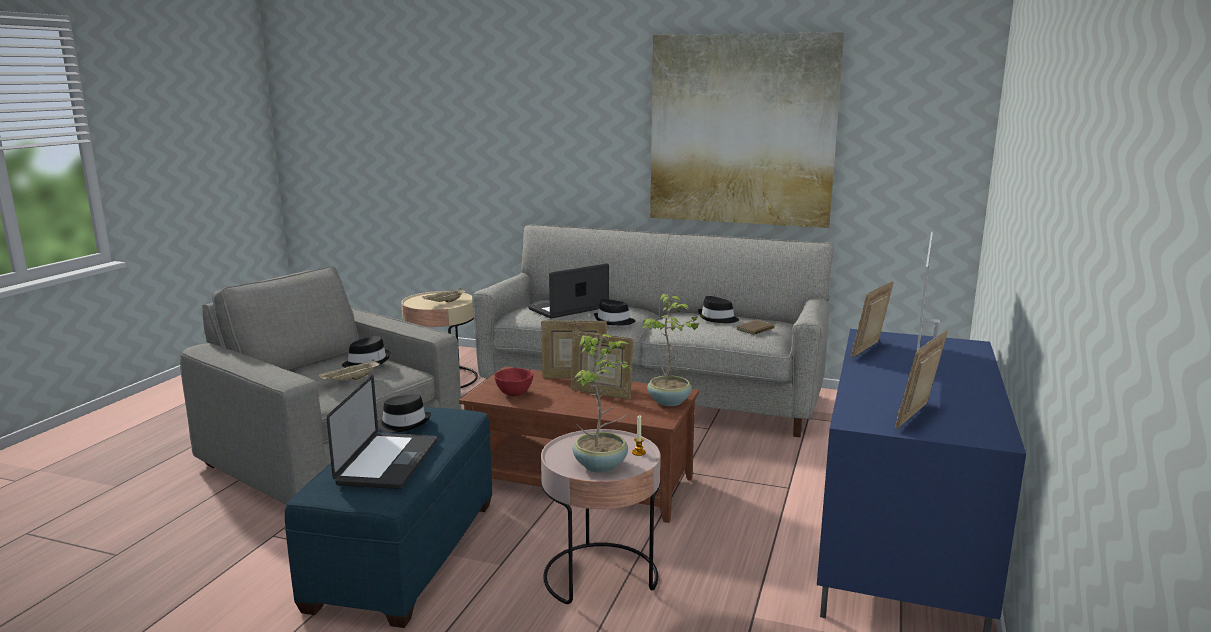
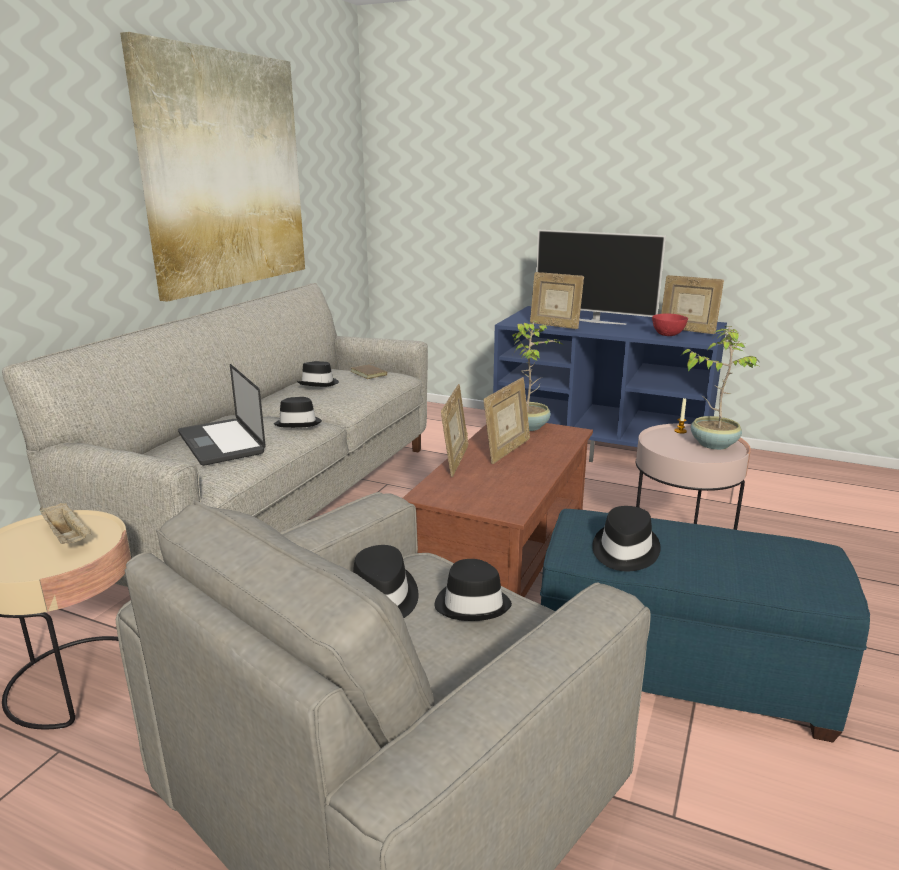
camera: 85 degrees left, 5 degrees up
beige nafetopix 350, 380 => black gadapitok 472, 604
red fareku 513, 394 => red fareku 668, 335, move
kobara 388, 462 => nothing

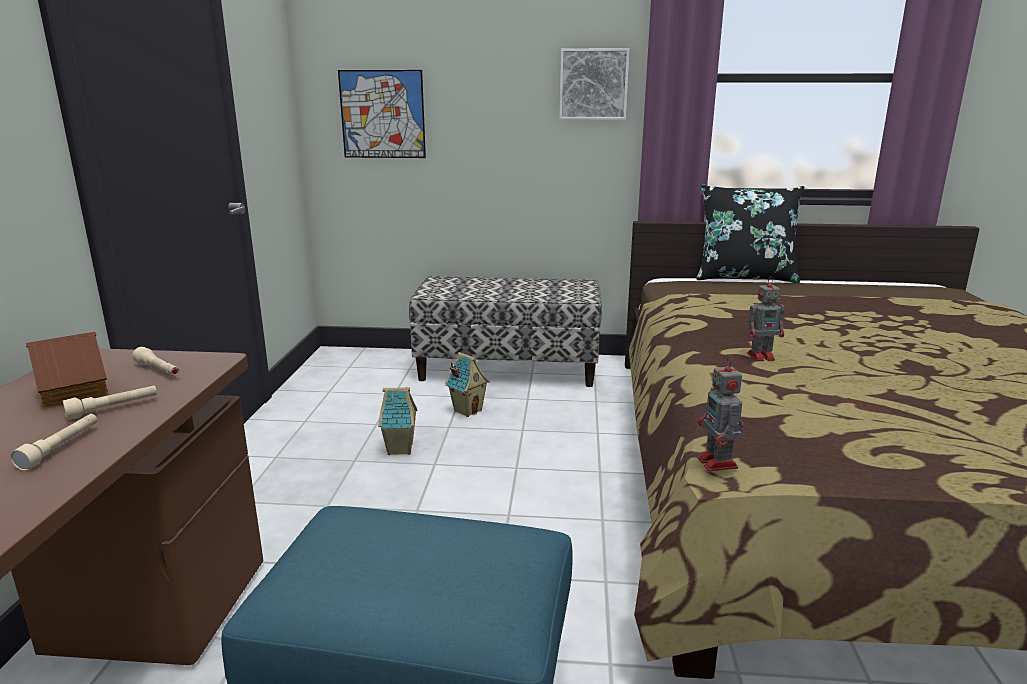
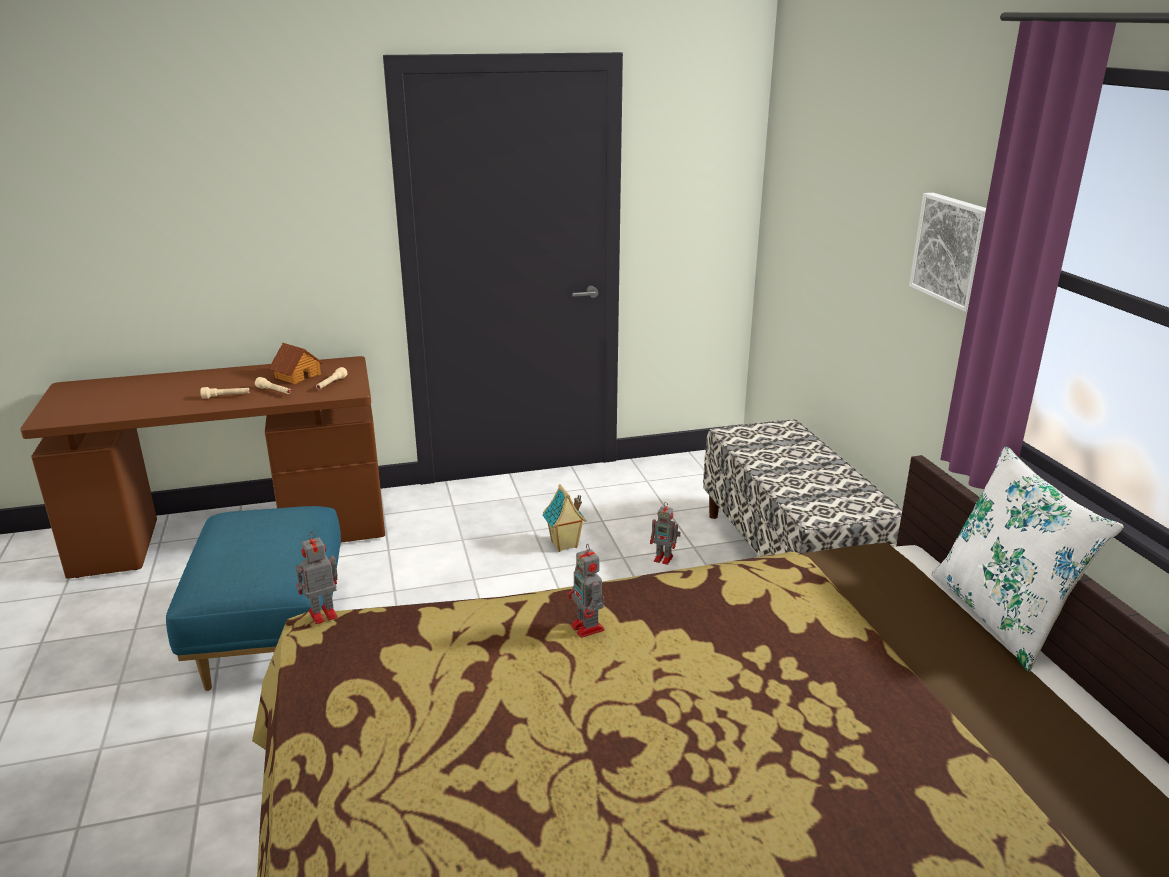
camera: 70 degrees right, 5 degrees up
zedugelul 467, 410 => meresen 664, 559
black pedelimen 744, 277 => white pedelimen 1001, 616
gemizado 382, 114 => nothing

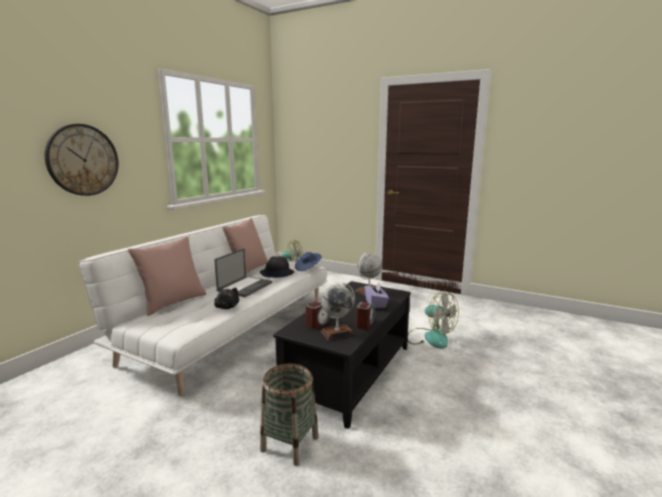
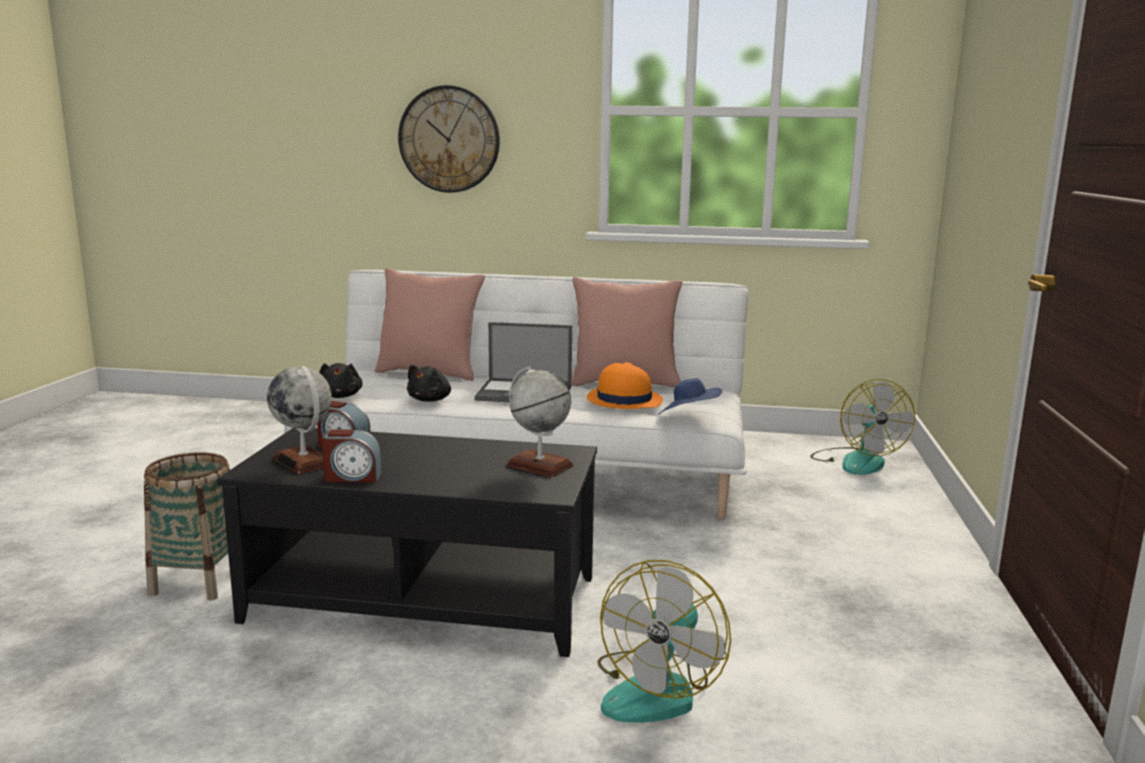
camera: 70 degrees right, 0 degrees up
nothing => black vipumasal 341, 396
black gadapitok 276, 273 => orange gadapitok 623, 400
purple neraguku 376, 304 => nothing

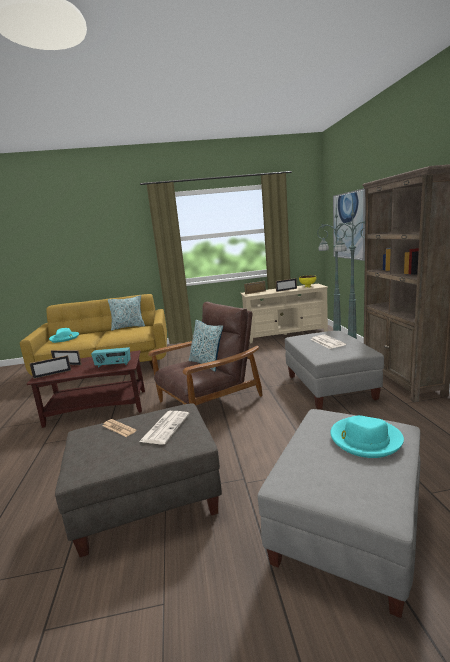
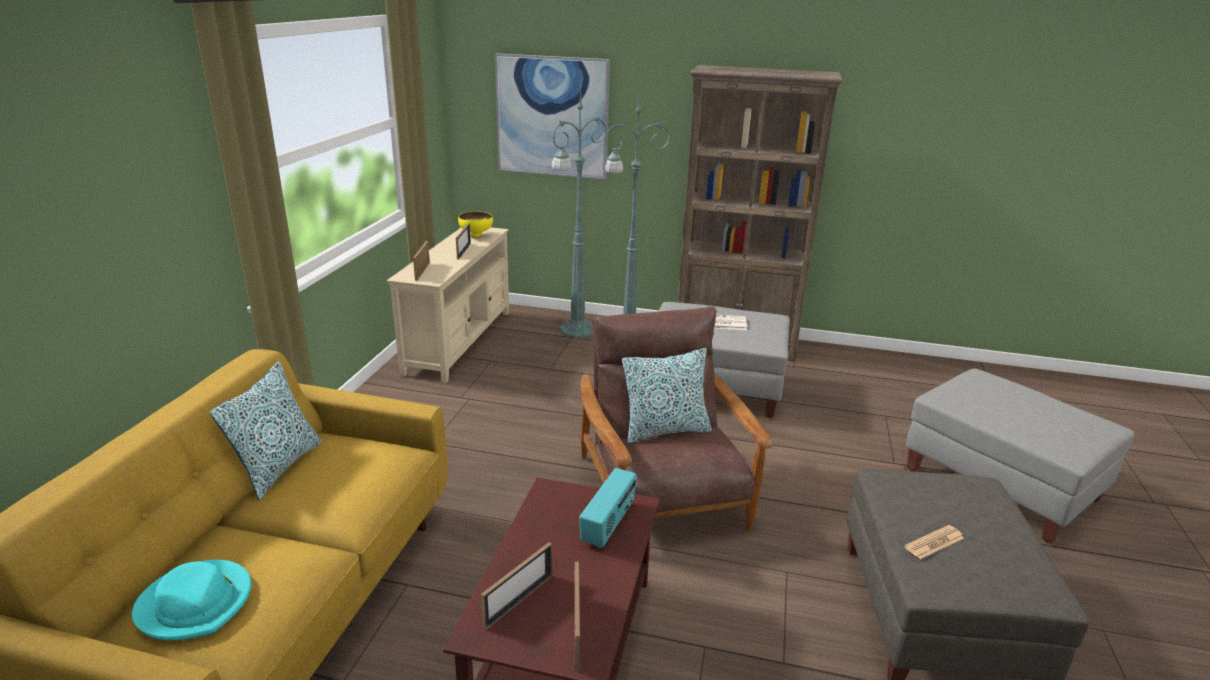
camera: 70 degrees left, 10 degrees up
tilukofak 165, 427 => nothing
turquoise gadapitok 364, 439 => nothing

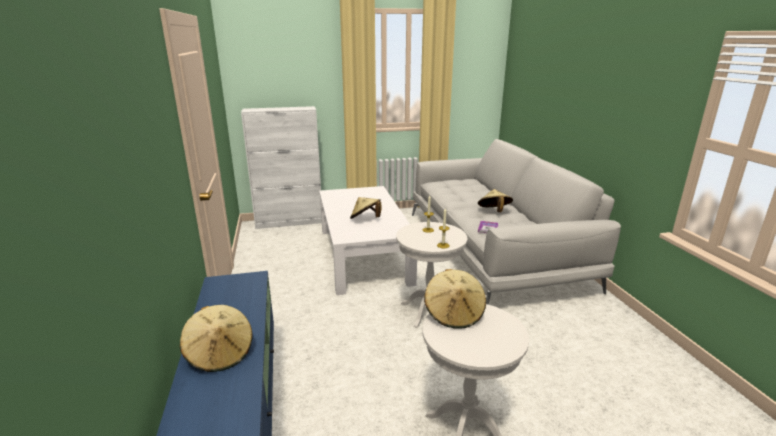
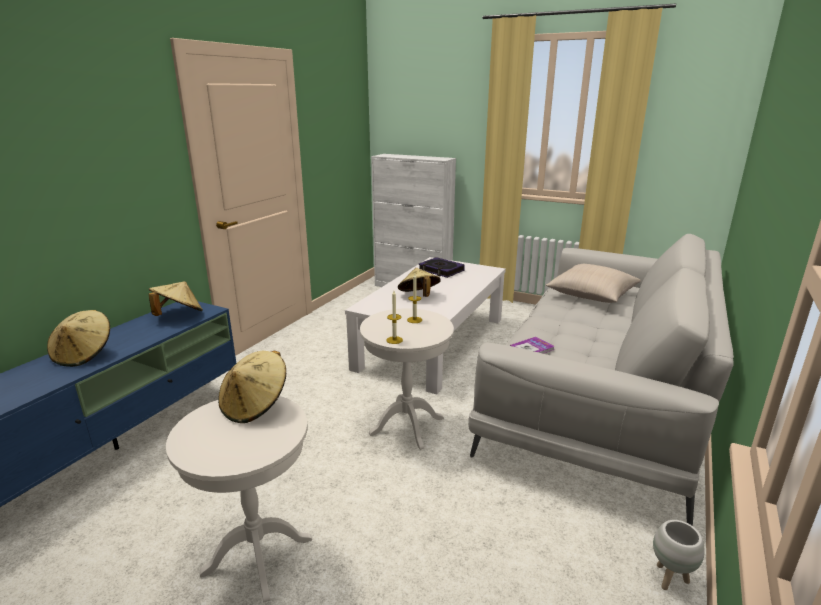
camera: 40 degrees right, 0 degrees up
beige gadapitok 494, 211 => beige gadapitok 178, 315, move
nothing => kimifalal 441, 270
nothing => beige pedelimen 591, 295
nothing => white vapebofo 670, 579

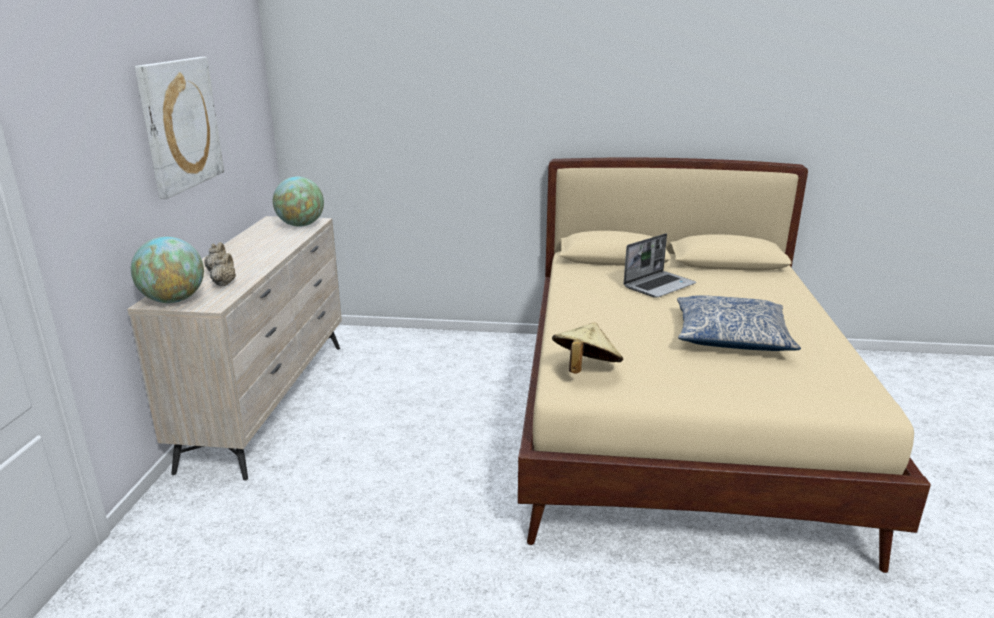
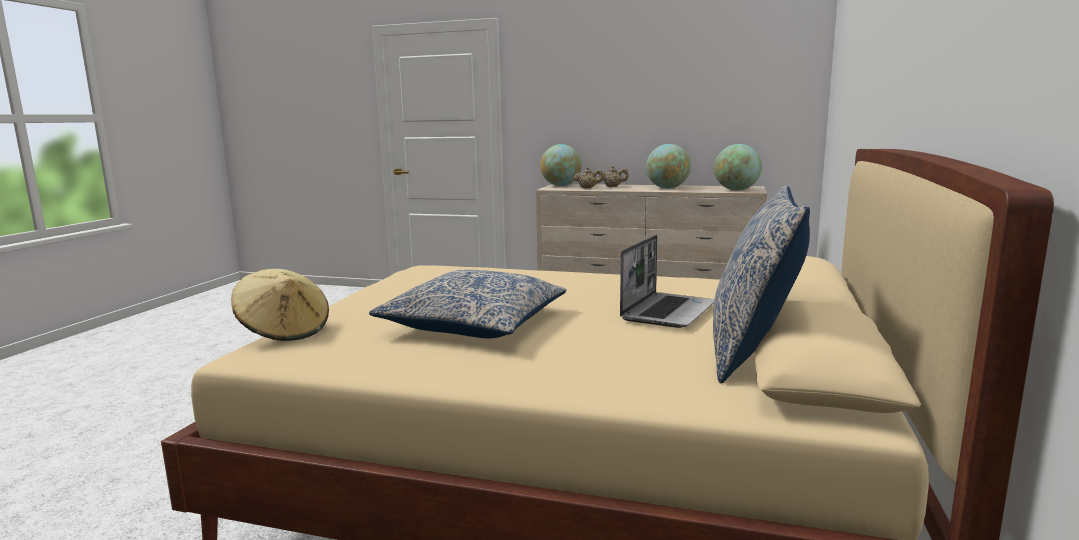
camera: 100 degrees right, 10 degrees down
beige gadapitok 585, 369 => beige gadapitok 284, 331, move
kobara 659, 285 => kobara 667, 311, 120 degrees counterclockwise
nothing => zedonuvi 667, 188
nothing => pedelimen 751, 353
gemizado 180, 124 => nothing

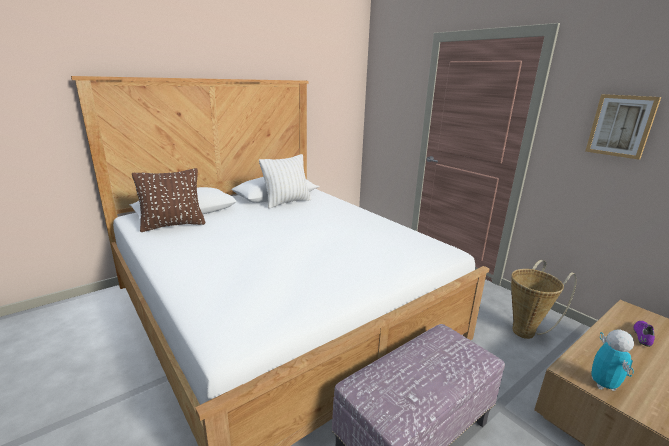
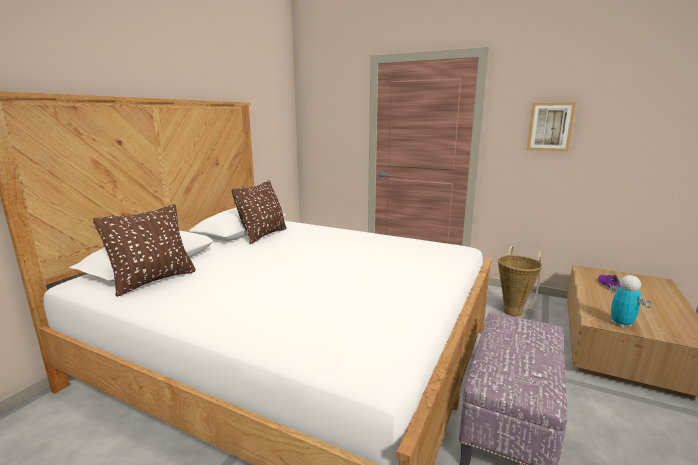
camera: 25 degrees left, 5 degrees down
white pedelimen 287, 202 => brown pedelimen 263, 235

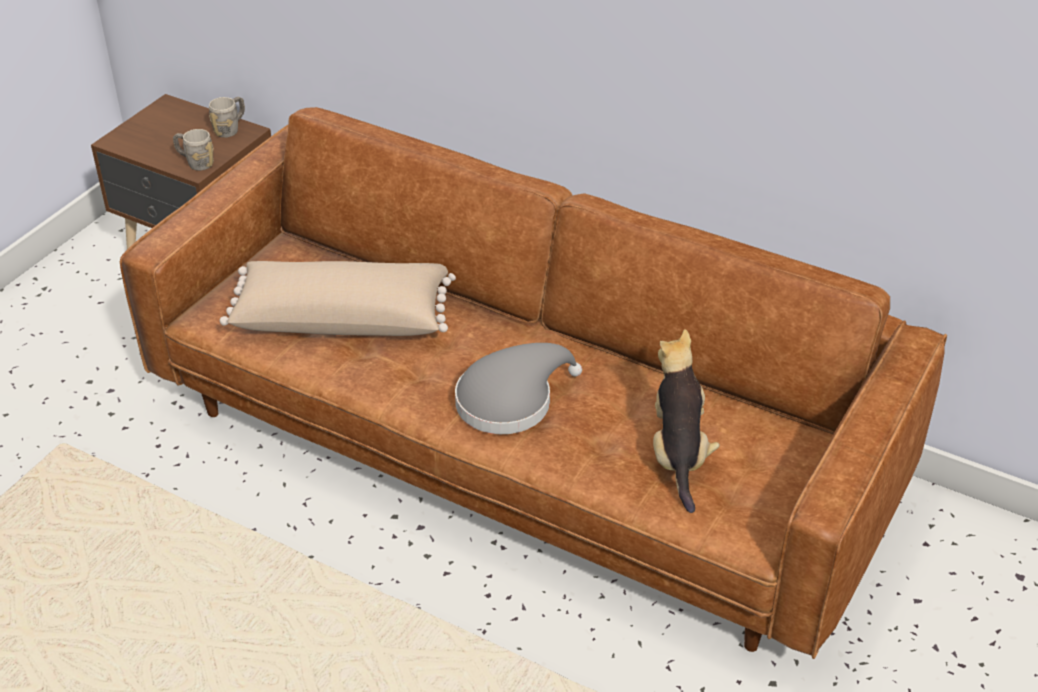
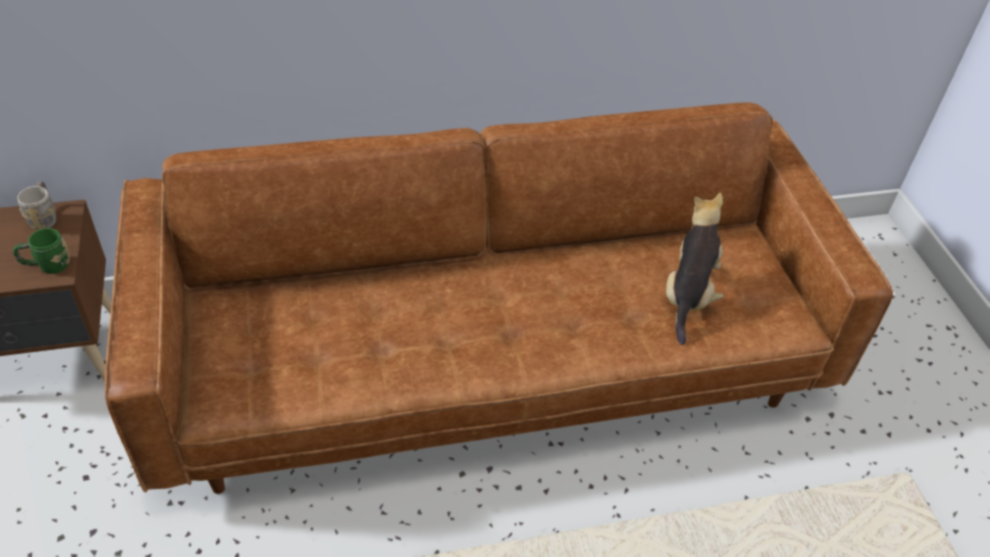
camera: 45 degrees left, 5 degrees up
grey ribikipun 195, 163 => green ribikipun 47, 266
vipumasal 678, 454 => vipumasal 688, 295, 60 degrees clockwise
beige pedelimen 343, 317 => nothing
grey gadapitok 510, 400 => nothing

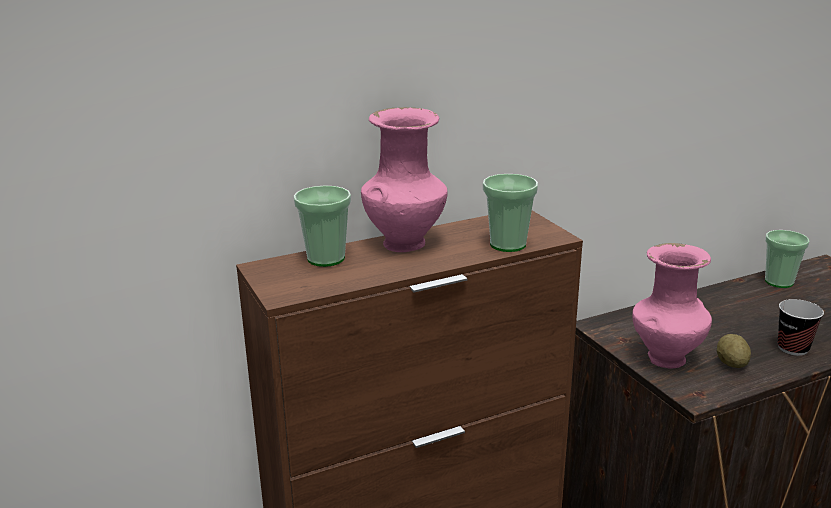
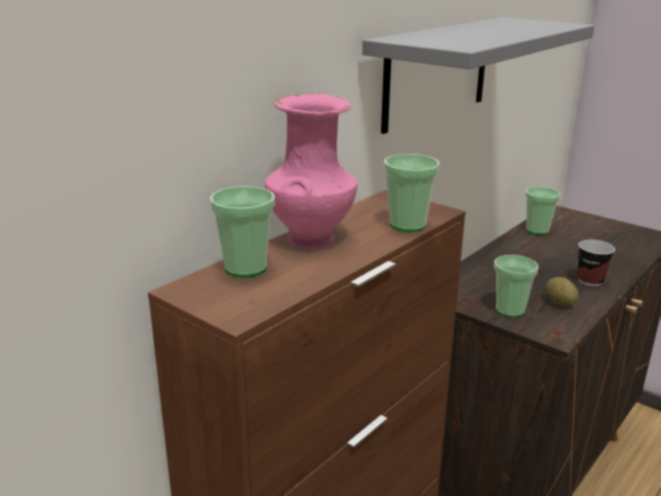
camera: 25 degrees left, 0 degrees up
nothing => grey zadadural 437, 72
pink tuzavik 665, 359 => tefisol 510, 310

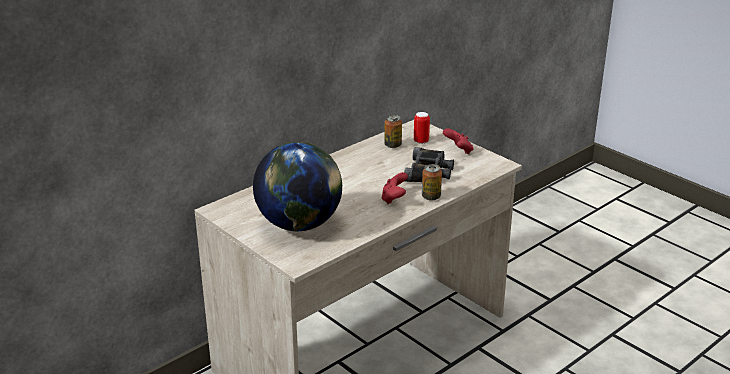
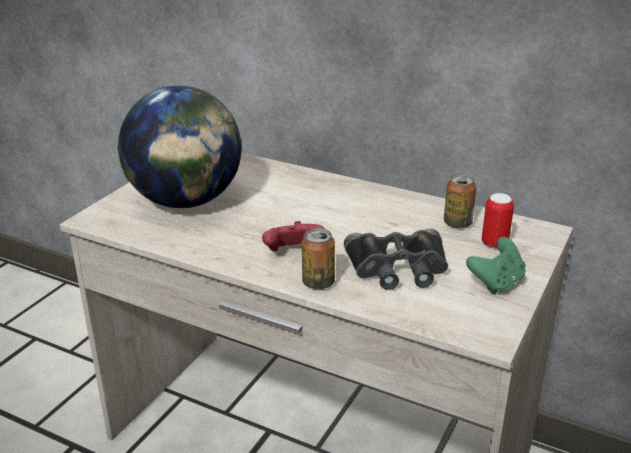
camera: 70 degrees right, 0 degrees up
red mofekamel 458, 151 => green mofekamel 496, 283

